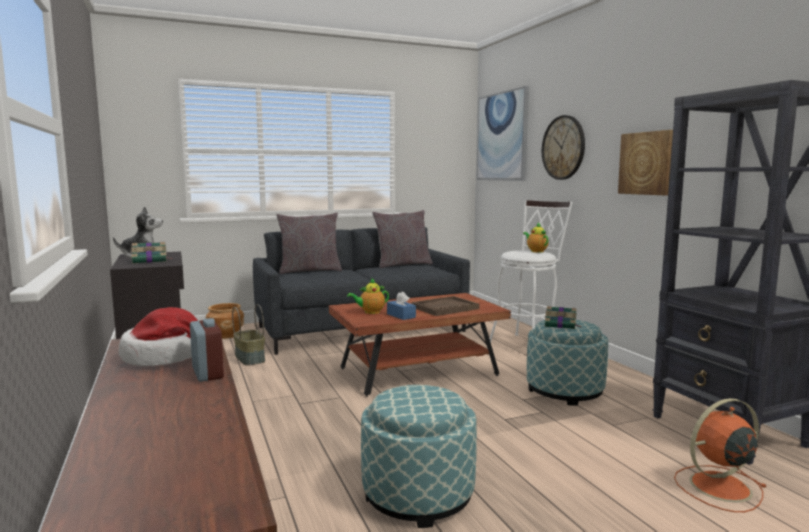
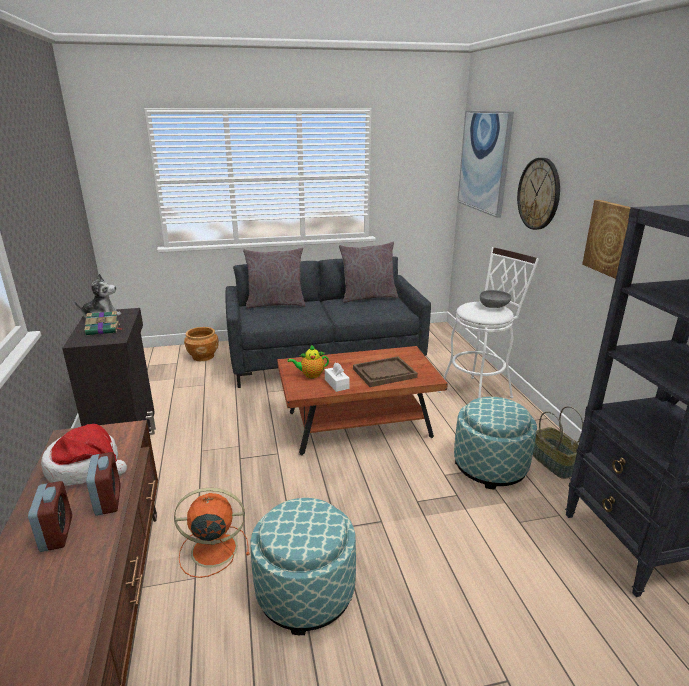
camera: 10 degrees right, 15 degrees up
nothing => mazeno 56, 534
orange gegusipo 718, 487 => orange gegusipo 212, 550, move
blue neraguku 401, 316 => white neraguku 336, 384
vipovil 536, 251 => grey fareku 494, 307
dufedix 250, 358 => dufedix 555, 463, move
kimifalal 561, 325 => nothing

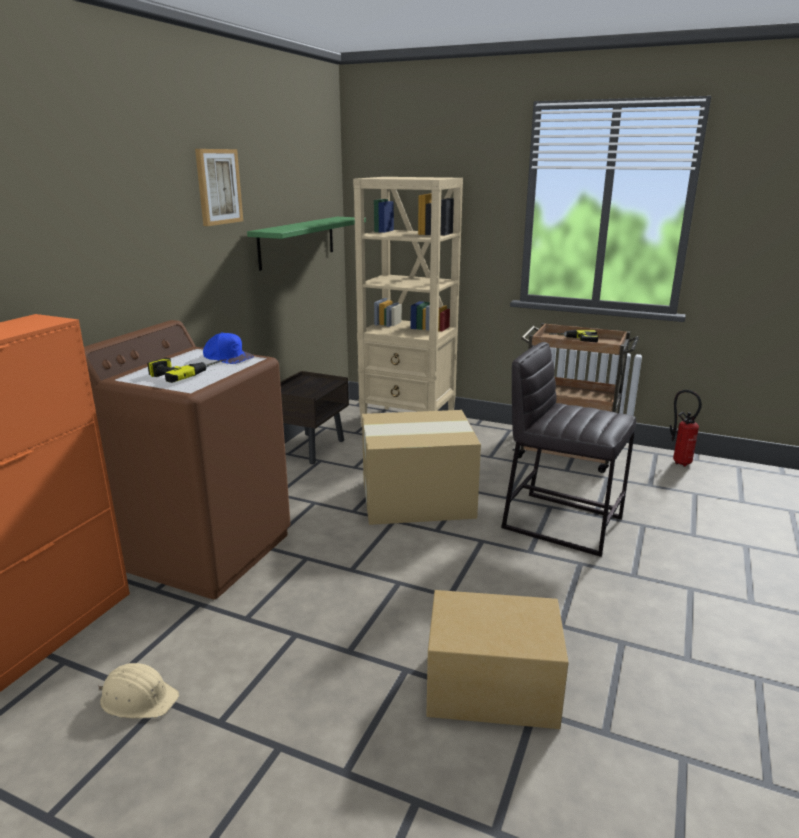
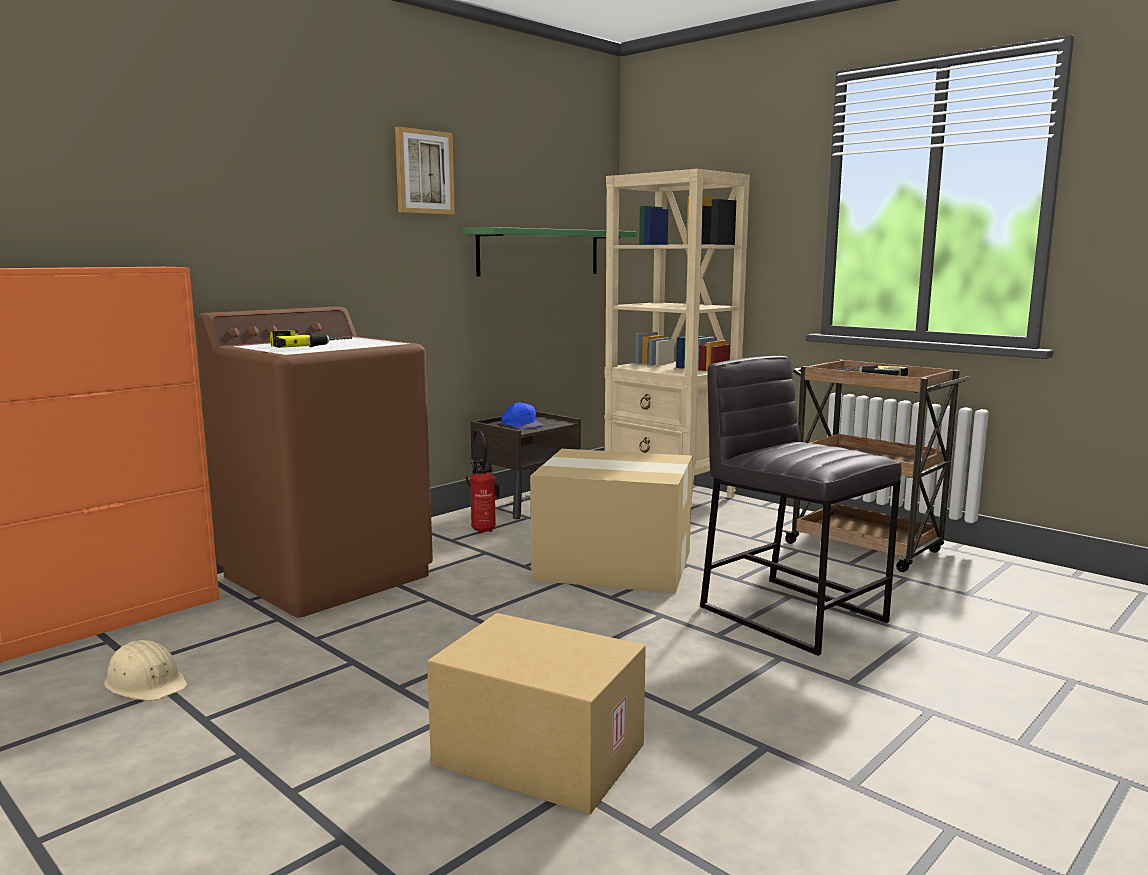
camera: 20 degrees right, 10 degrees down
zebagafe 679, 462 => zebagafe 483, 529, move
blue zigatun 227, 357 => blue zigatun 521, 424, move

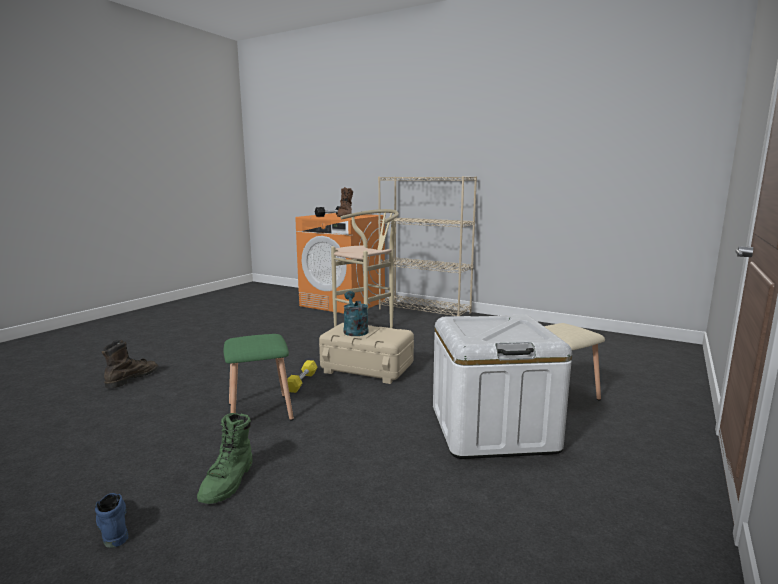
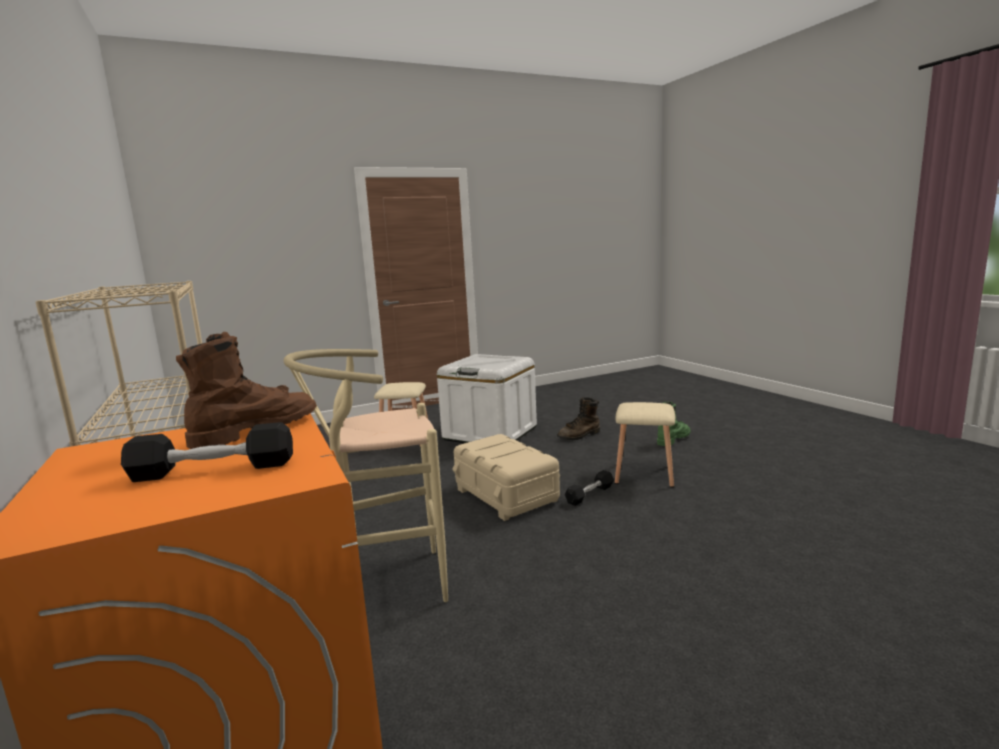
camera: 145 degrees left, 0 degrees up
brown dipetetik 132, 379 => brown dipetetik 579, 436, move
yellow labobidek 302, 382 => black labobidek 590, 494
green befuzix 259, 412 => beige befuzix 645, 474
blue dipetetik 112, 525 => nothing
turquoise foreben 354, 330 => nothing

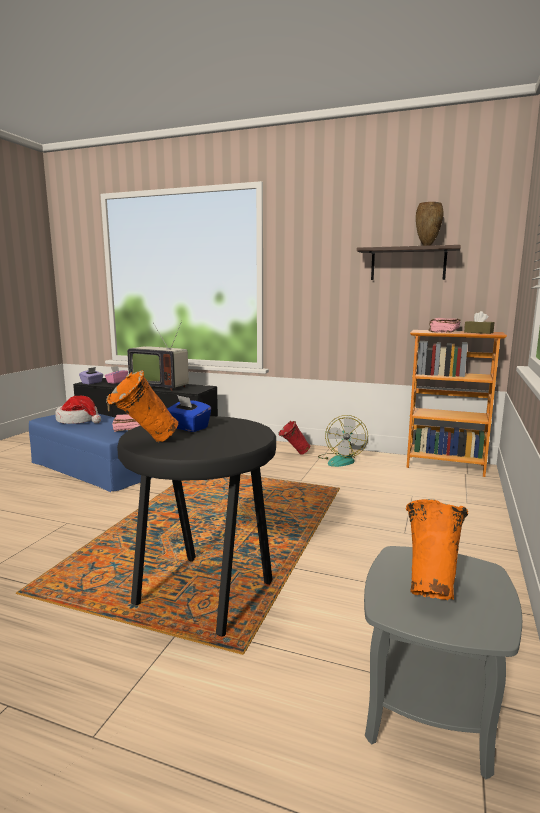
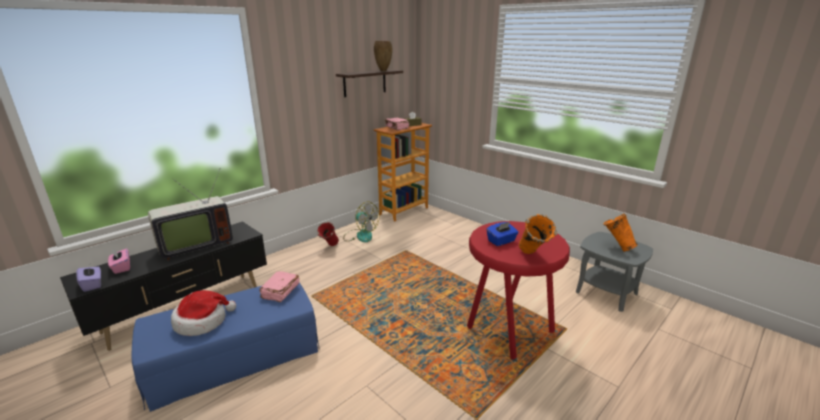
camera: 65 degrees left, 10 degrees up
black befuzix 203, 592 => red befuzix 508, 330

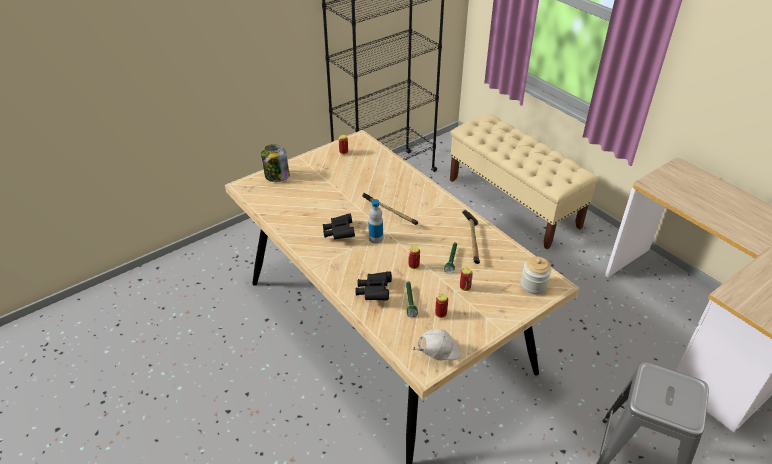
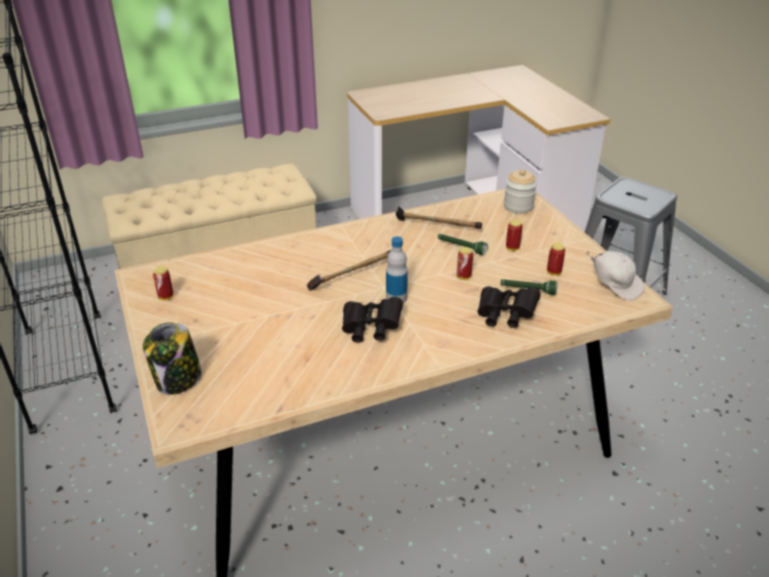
camera: 75 degrees left, 5 degrees down
white zigatun 438, 353 => white zigatun 615, 285, 135 degrees clockwise

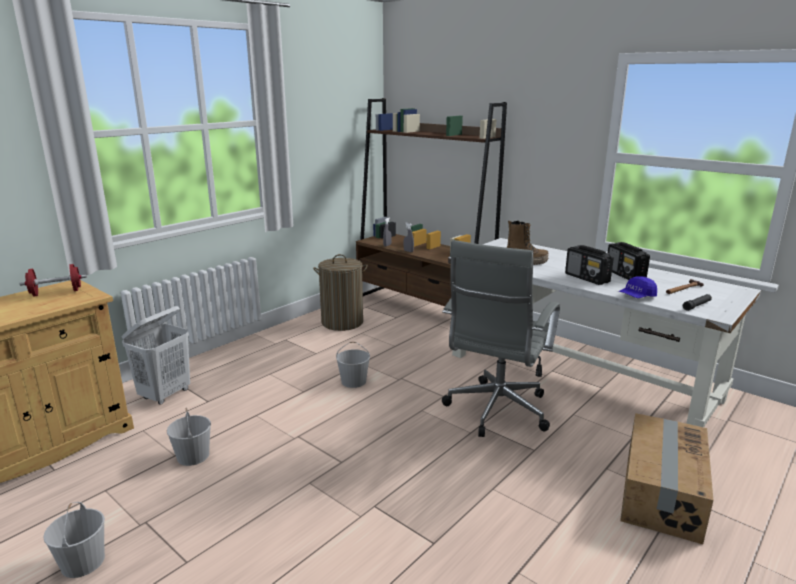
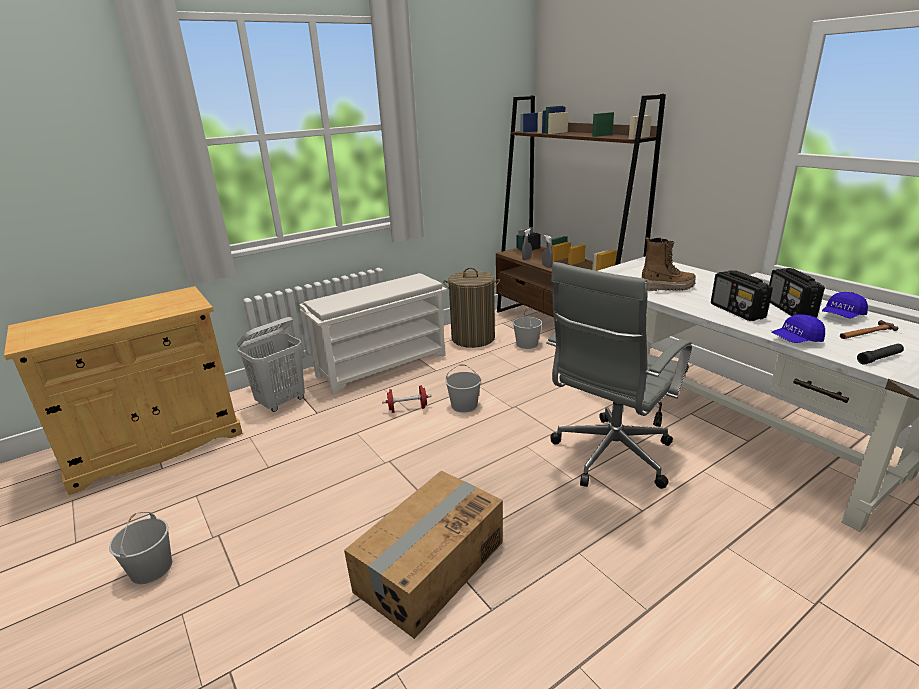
camera: 15 degrees right, 5 degrees up
nothing => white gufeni 383, 365
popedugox 660, 492 => popedugox 429, 566, move
red labobidek 56, 292 => red labobidek 407, 408, move
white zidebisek 193, 456 => white zidebisek 527, 344, move
nothing => blue zigatun 842, 316

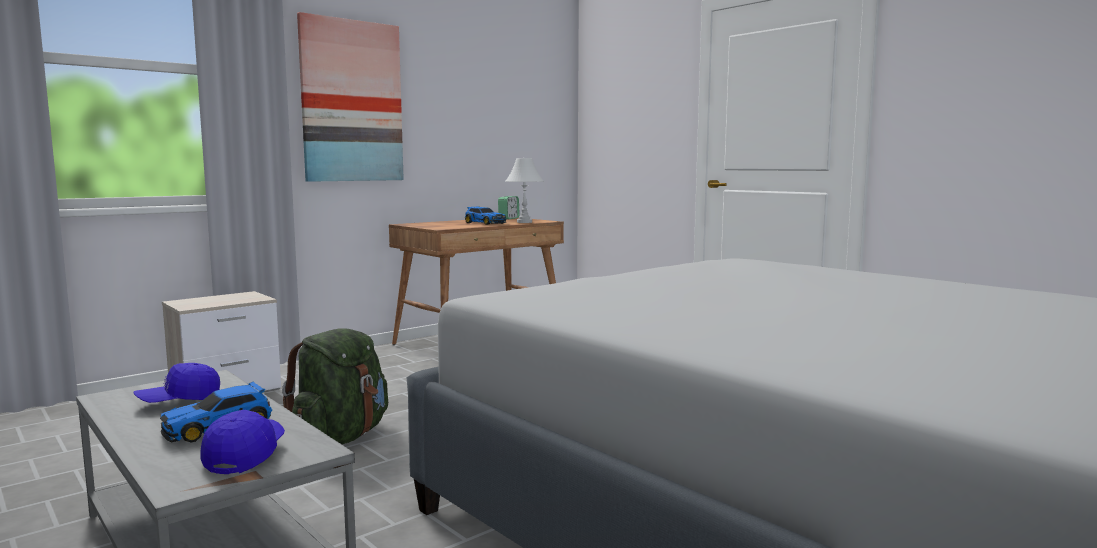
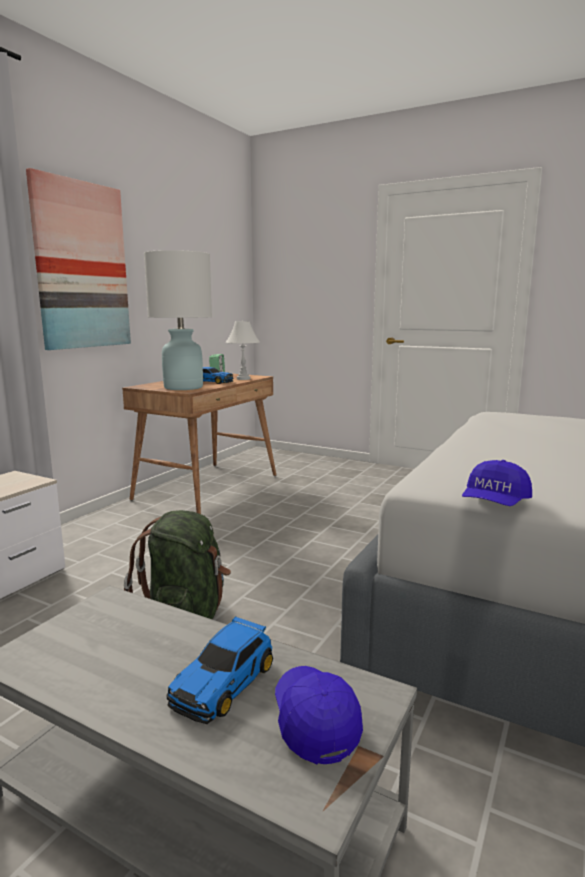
camera: 20 degrees left, 5 degrees up
nothing => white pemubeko 183, 387
blue zigatun 180, 402 => blue zigatun 494, 503, move

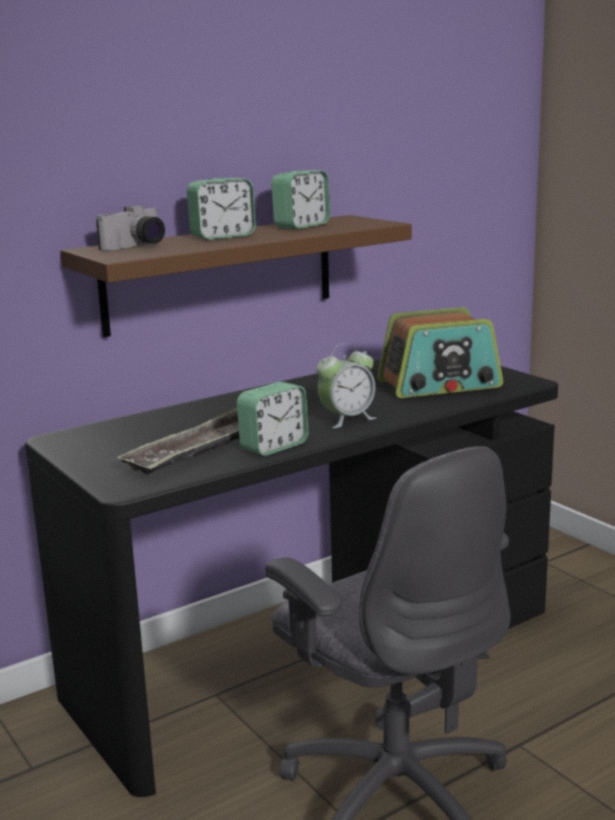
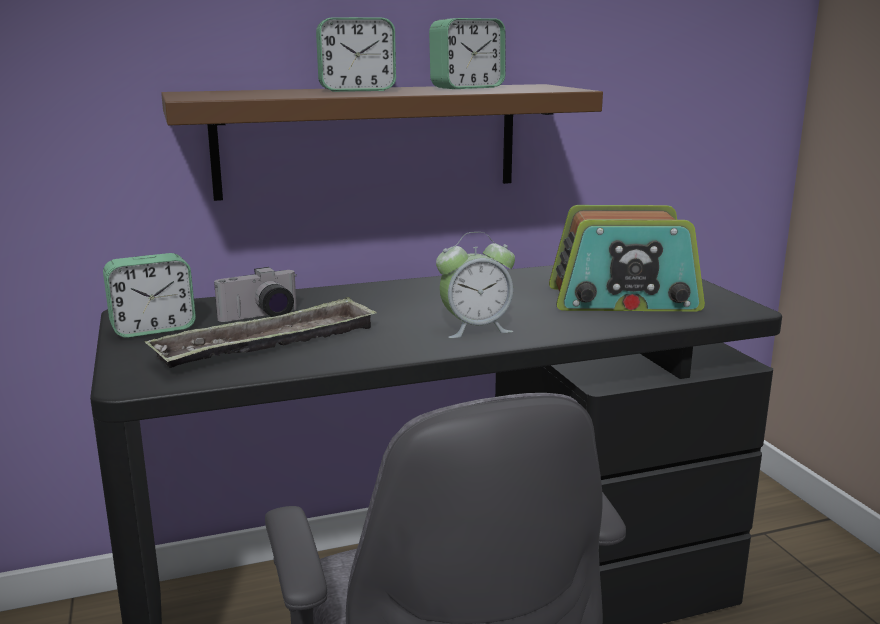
camera: 15 degrees right, 0 degrees up
mazeno 274, 446 => mazeno 153, 329, move
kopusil 136, 246 => kopusil 262, 317, move

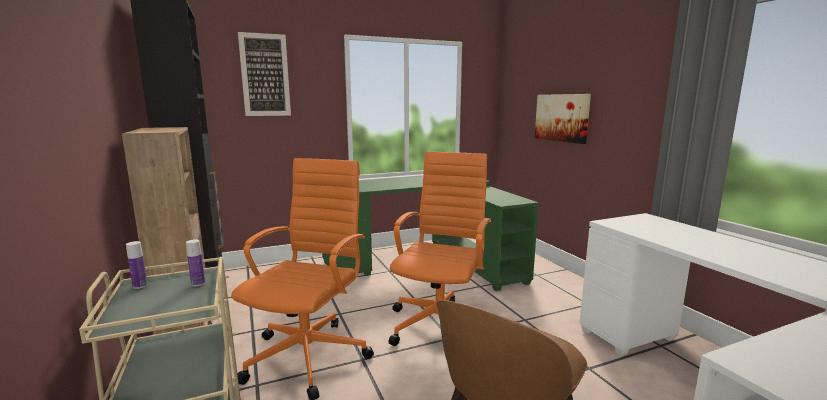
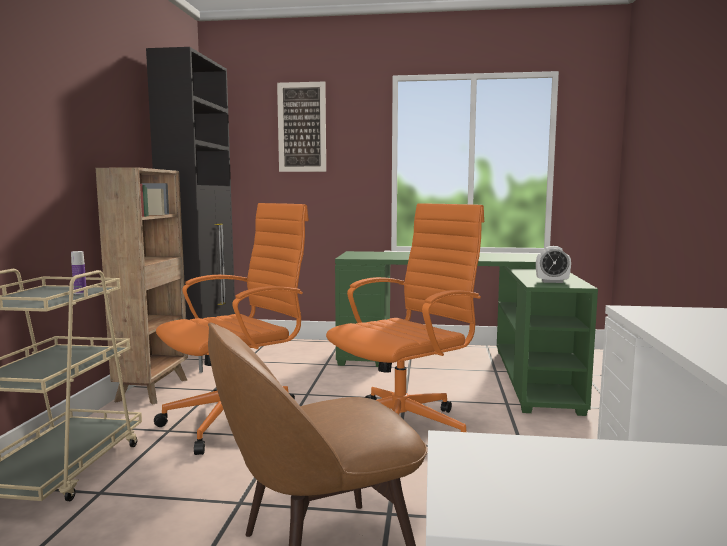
camera: 30 degrees right, 5 degrees down
nothing => mazeno 552, 282
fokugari 140, 286 => nothing
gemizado 562, 117 => nothing

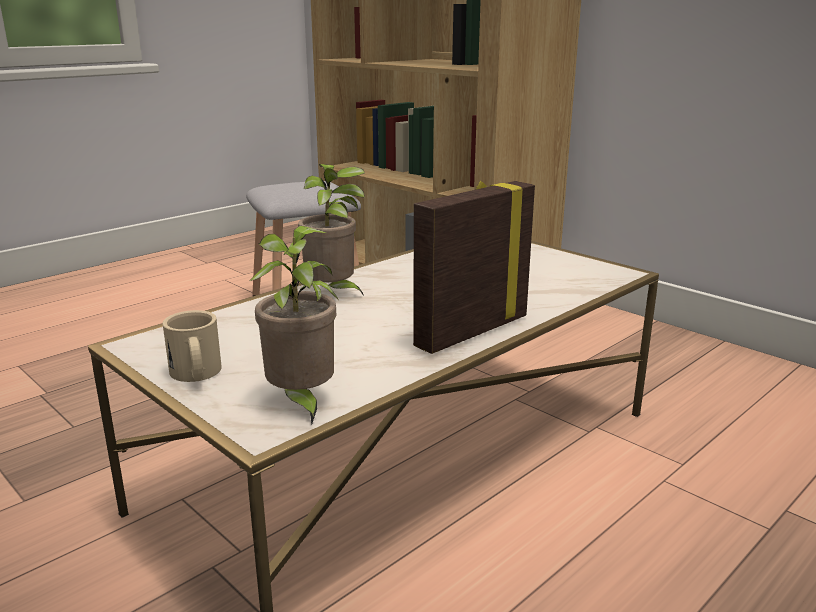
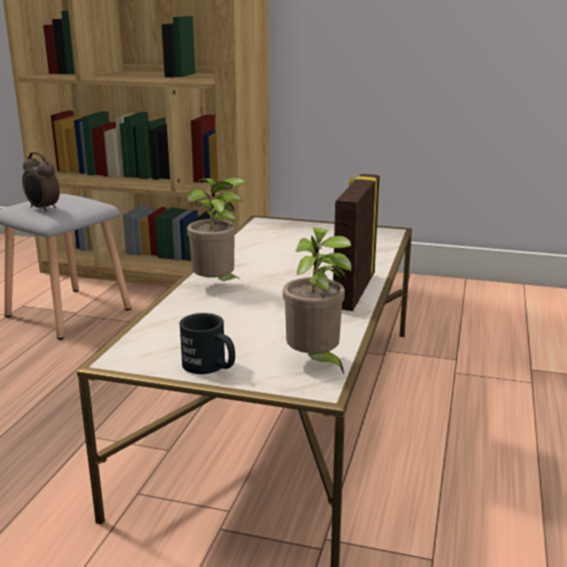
camera: 30 degrees left, 0 degrees up
nothing => mazeno 43, 209
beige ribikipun 196, 375 => black ribikipun 210, 367

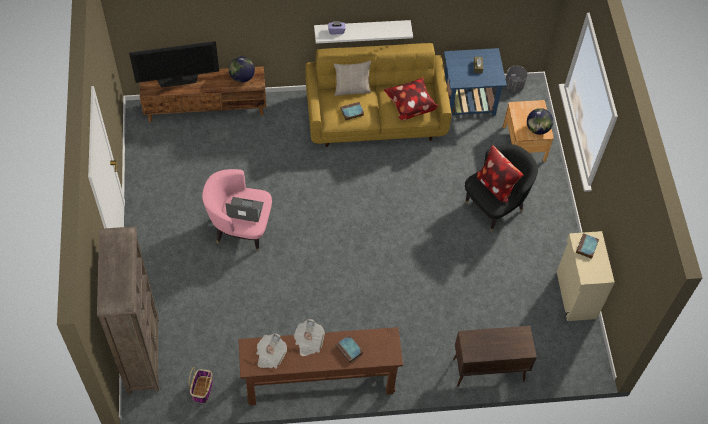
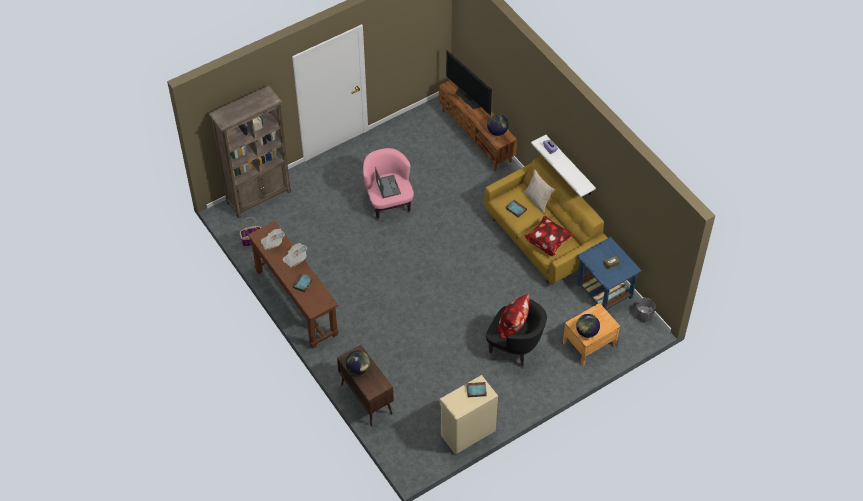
camera: 65 degrees right, 5 degrees down
nothing => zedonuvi 358, 369

